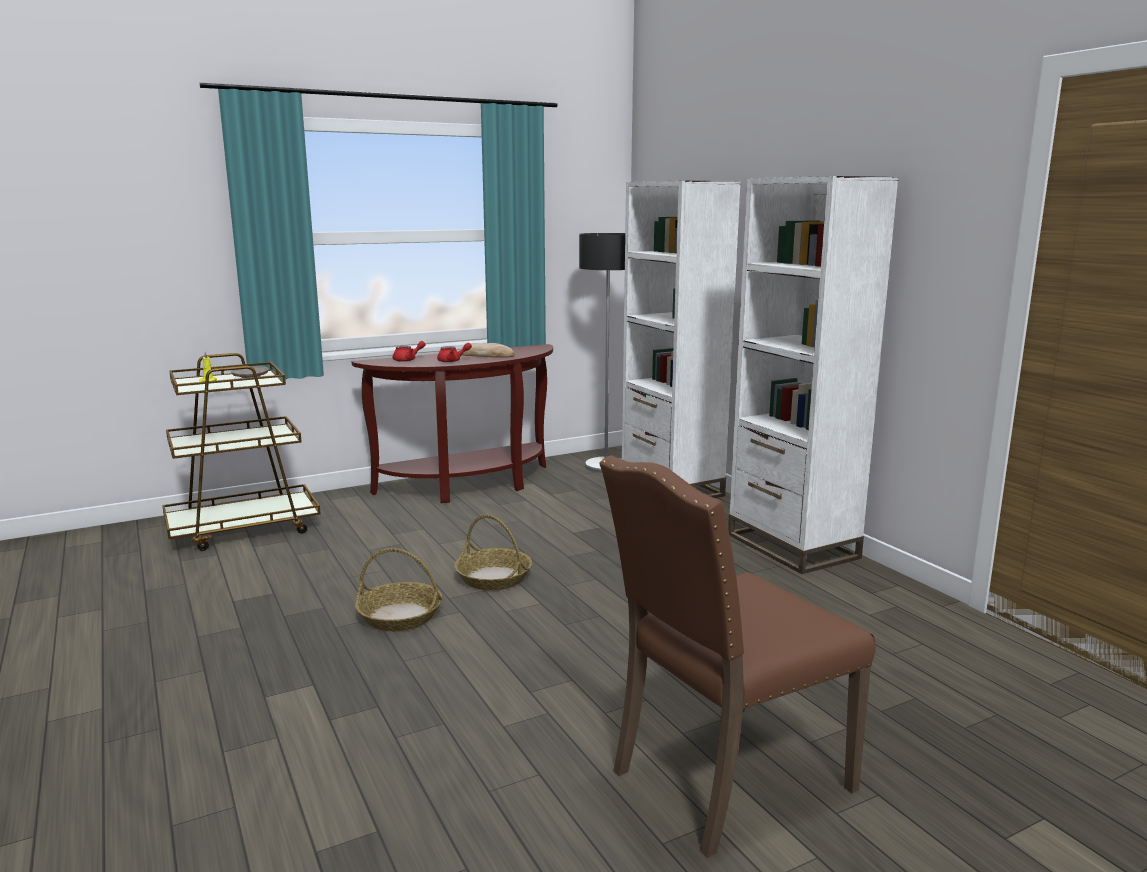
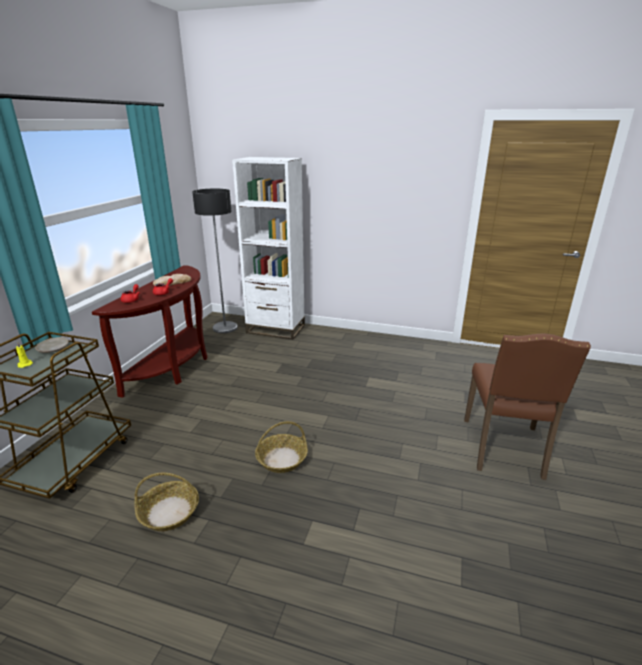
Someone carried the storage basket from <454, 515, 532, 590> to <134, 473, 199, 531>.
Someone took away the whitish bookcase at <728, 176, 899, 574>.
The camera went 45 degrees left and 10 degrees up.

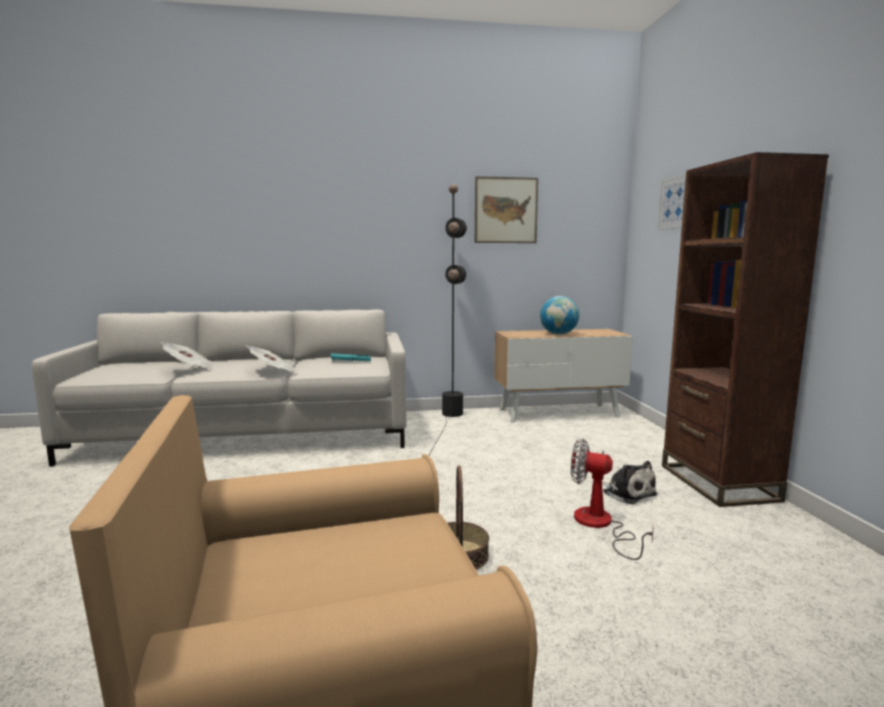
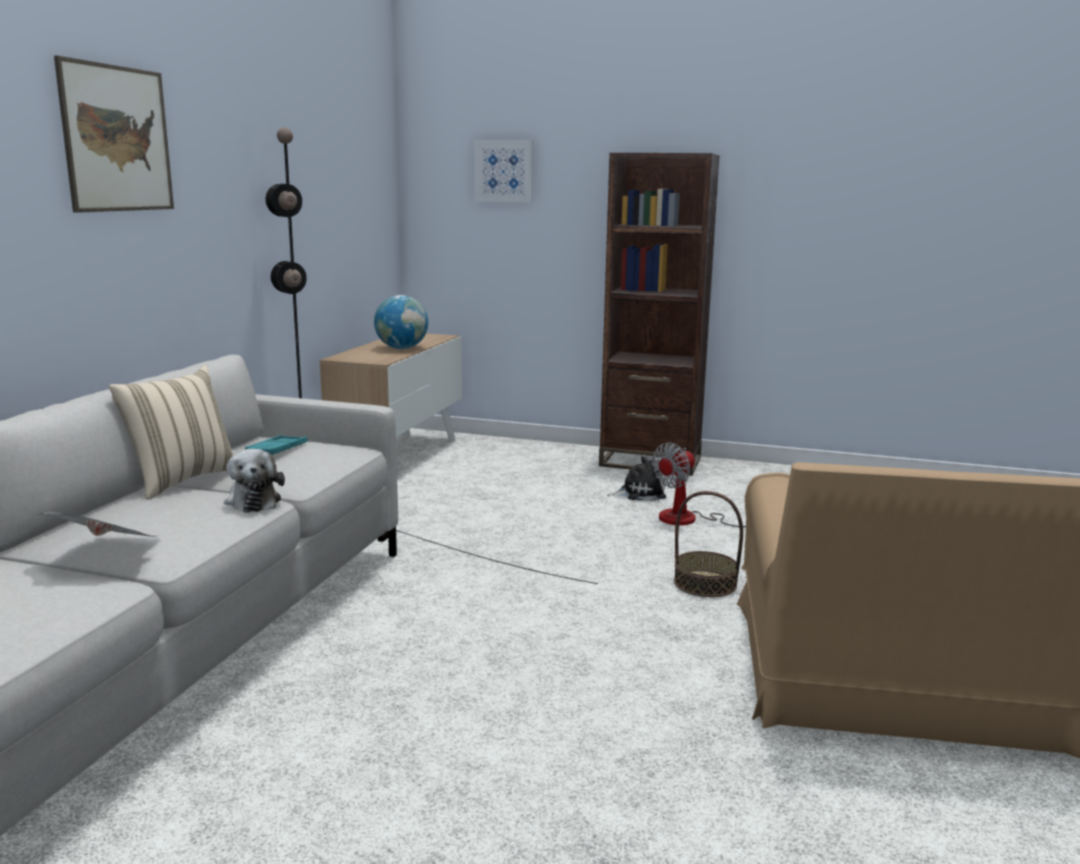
Someone swapped the newspaper at <246, 346, 297, 373> for the soft toy at <224, 449, 285, 513>.
Someone carried the wall art from <475, 176, 538, 243> to <54, 56, 174, 213>.
Someone put down the beige cushion at <108, 365, 234, 500>.
The camera went 65 degrees left and 5 degrees up.

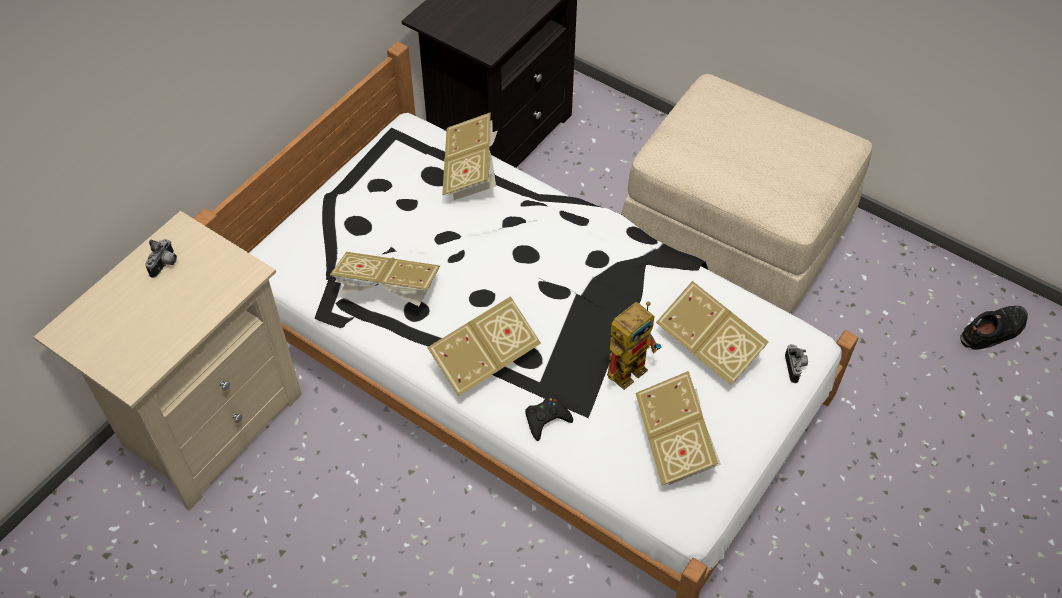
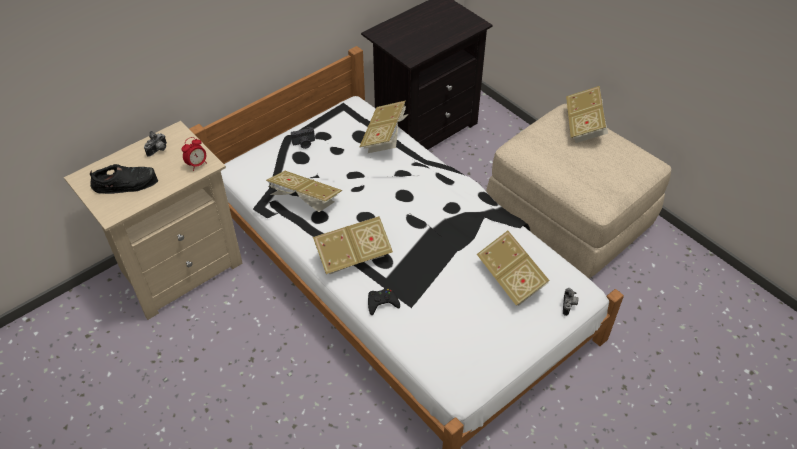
Someone took away the toy robot at <607, 301, 661, 390>.
Someone carried the bound book from <635, 371, 721, 485> to <566, 86, 608, 143>.
Someone carried the blackish low shoe from <960, 306, 1028, 350> to <90, 164, 158, 194>.
Someone put down the alarm clock at <182, 137, 206, 171>.
Someone put down the still camera at <291, 127, 315, 149>.
The camera went 15 degrees right and 5 degrees down.

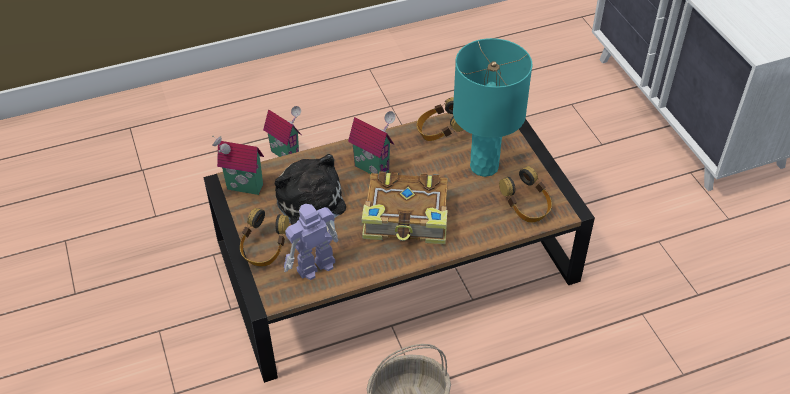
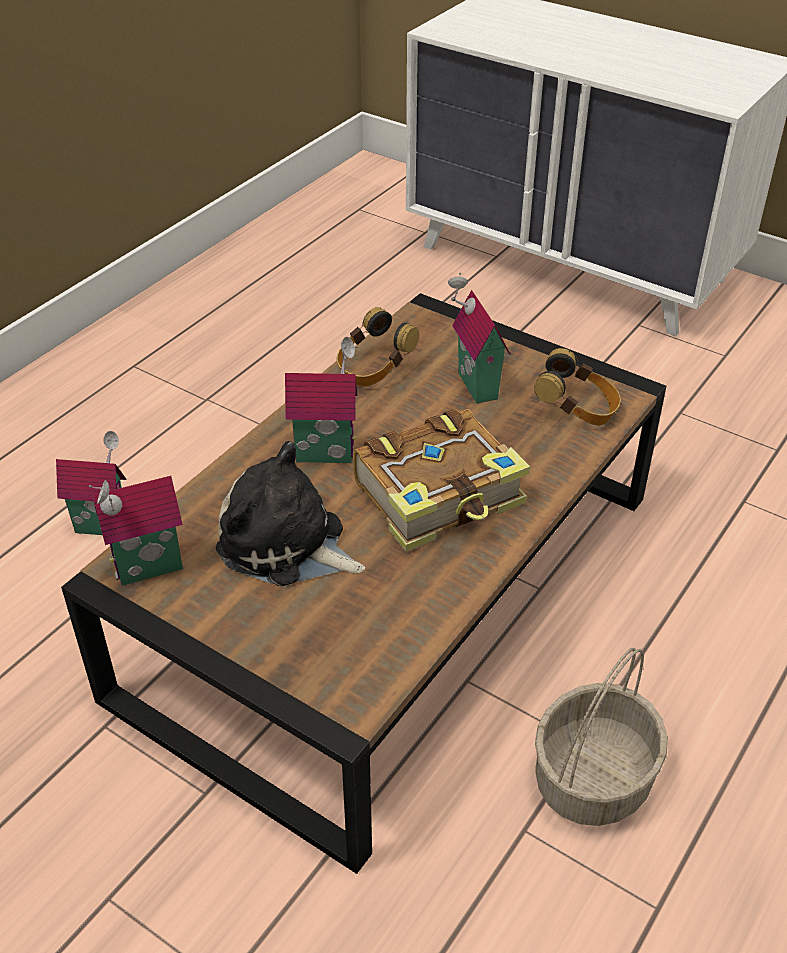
Someone took away the pair of headphones at <240, 208, 289, 266>.
Someone took away the toy robot at <284, 204, 338, 280>.
Someone swapped the blue-green table lamp at <453, 38, 532, 177> for the miniature house at <448, 273, 510, 404>.
The camera went 35 degrees left and 5 degrees down.

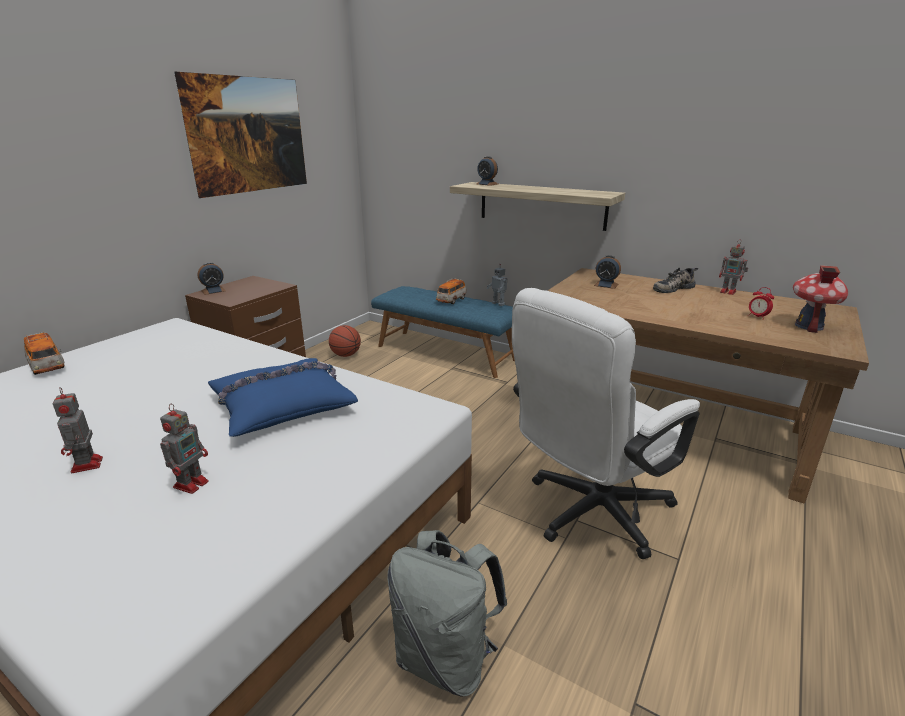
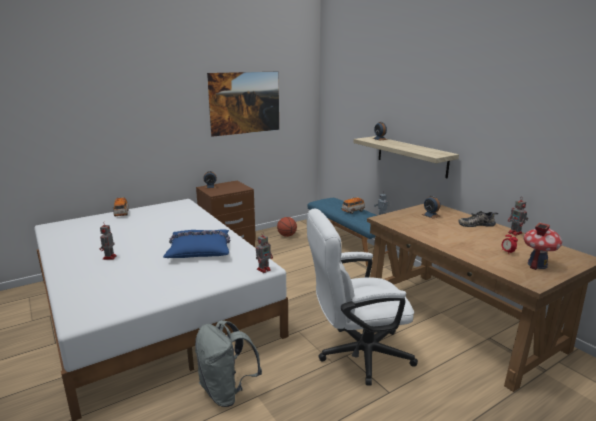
Someone carried the toy robot from <160, 403, 209, 494> to <256, 232, 273, 273>.
The camera went 25 degrees right and 5 degrees down.

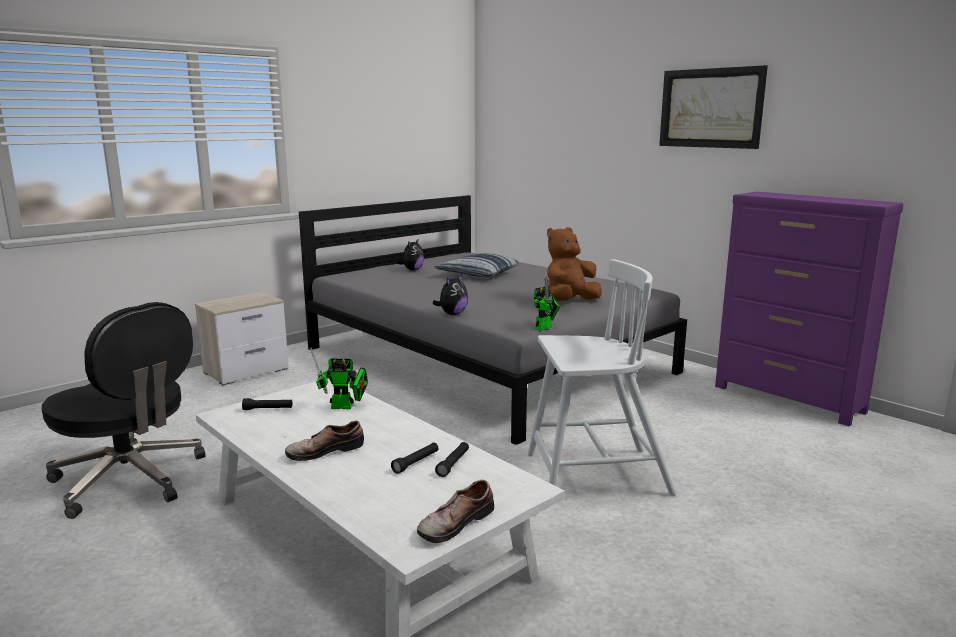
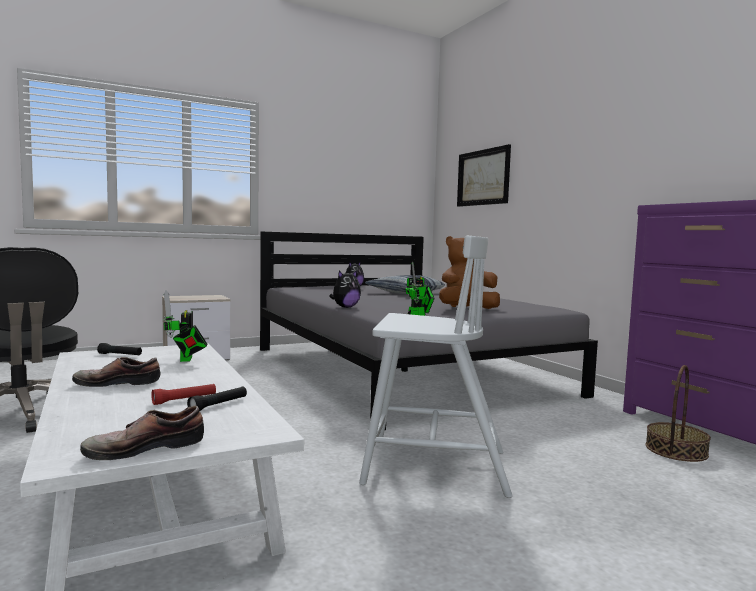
Someone rotated the toy robot at <310, 347, 368, 409> by 60 degrees clockwise.
Someone repainted the blackish hand torch at <391, 443, 439, 474>, which became the red-coloured hand torch at <151, 384, 216, 405>.
Someone carried the wall art from <659, 65, 768, 149> to <457, 144, 511, 207>.
Someone put down the storage basket at <646, 365, 711, 462>.
The camera went 15 degrees right and 10 degrees down.

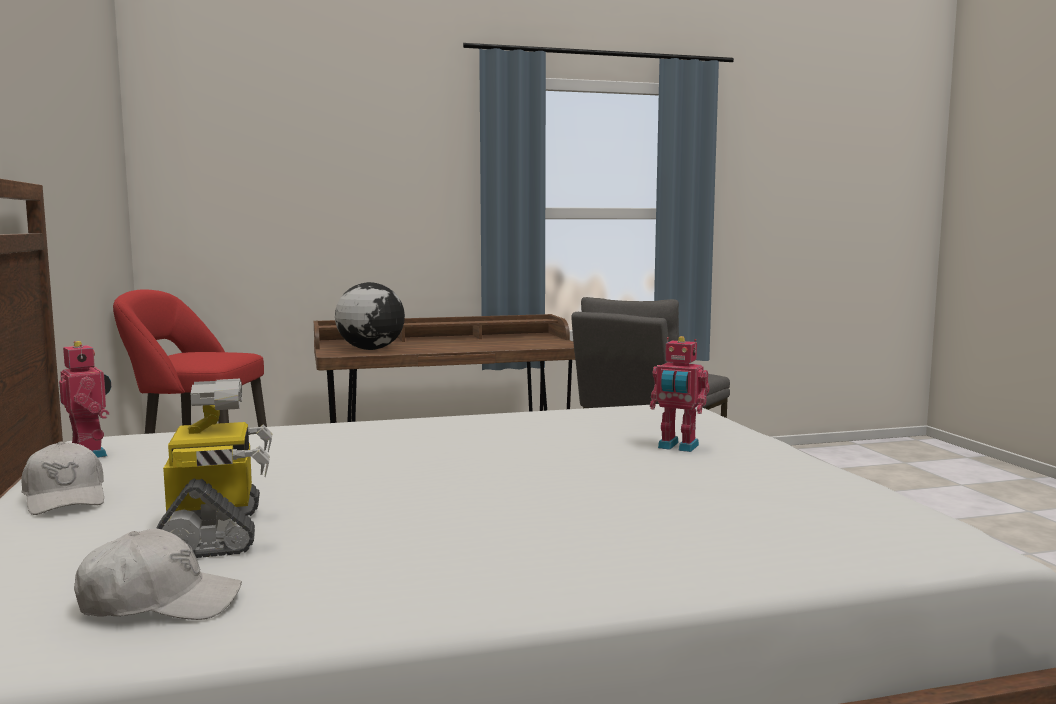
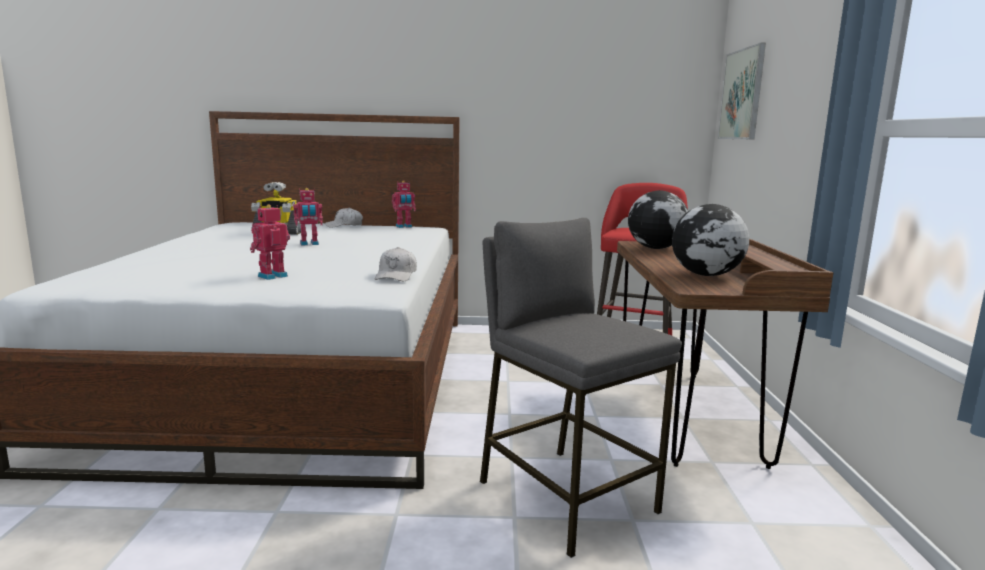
Someone carried the whitish baseball cap from <74, 529, 242, 620> to <374, 247, 417, 282>.
Someone put down the toy robot at <293, 188, 323, 246>.
Someone put down the world globe at <672, 204, 749, 276>.
Someone put up the wall art at <718, 43, 766, 139>.
The camera went 105 degrees right and 5 degrees up.

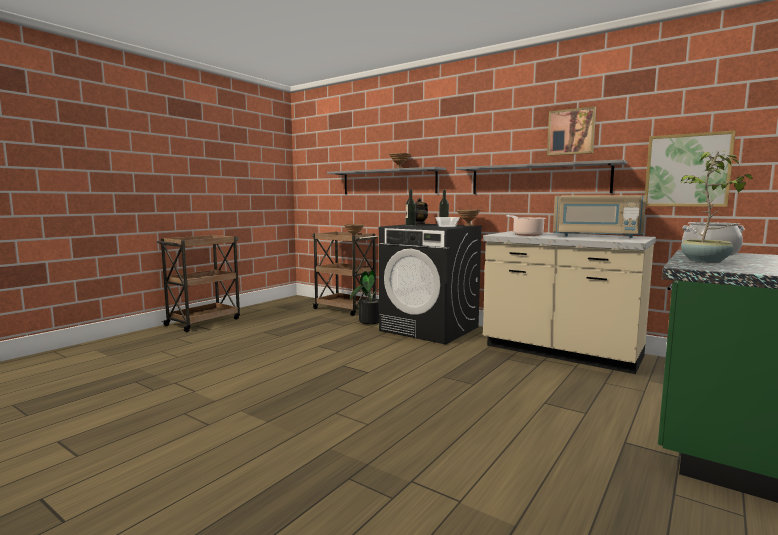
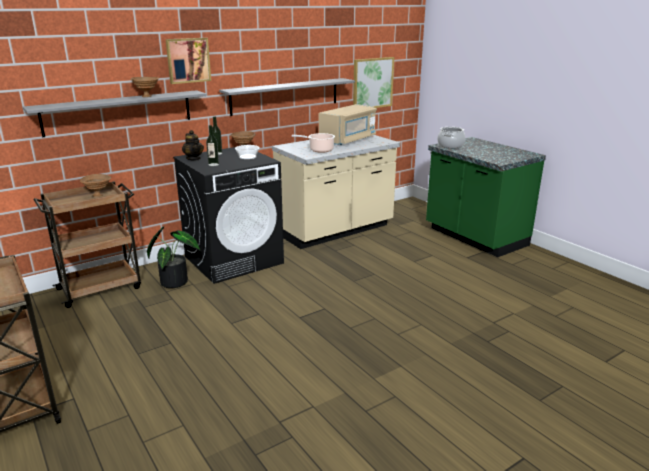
Someone carried the wall art from <547, 106, 596, 156> to <166, 38, 211, 84>.
Someone took away the houseplant at <681, 151, 753, 263>.
The camera went 70 degrees left and 15 degrees up.

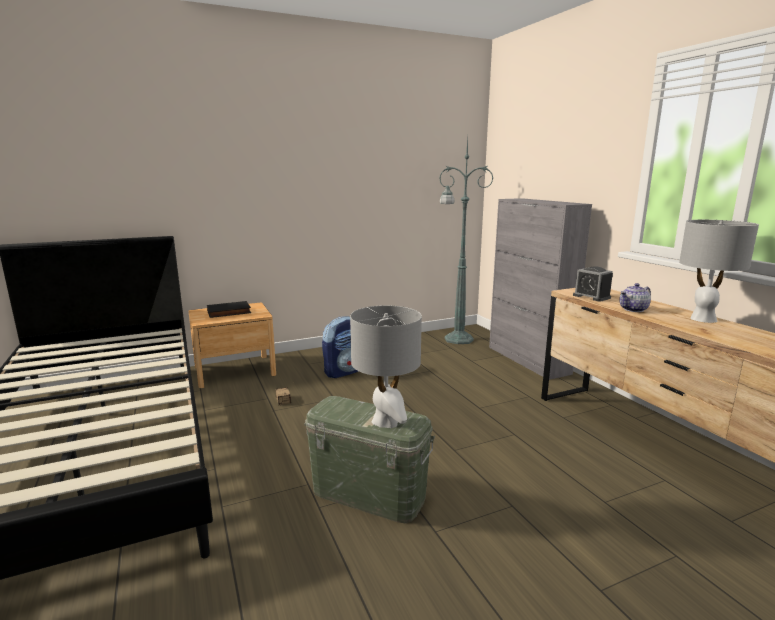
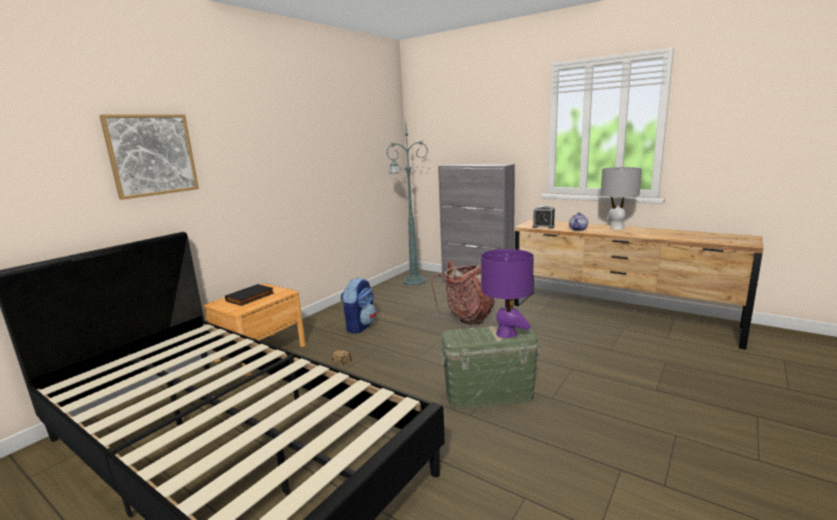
Someone repainted the gray table lamp at <350, 305, 422, 428>, which became the purplish table lamp at <481, 249, 534, 338>.
Someone put up the wall art at <99, 114, 199, 200>.
Someone put down the rucksack at <431, 261, 495, 325>.
The camera went 30 degrees left and 0 degrees up.

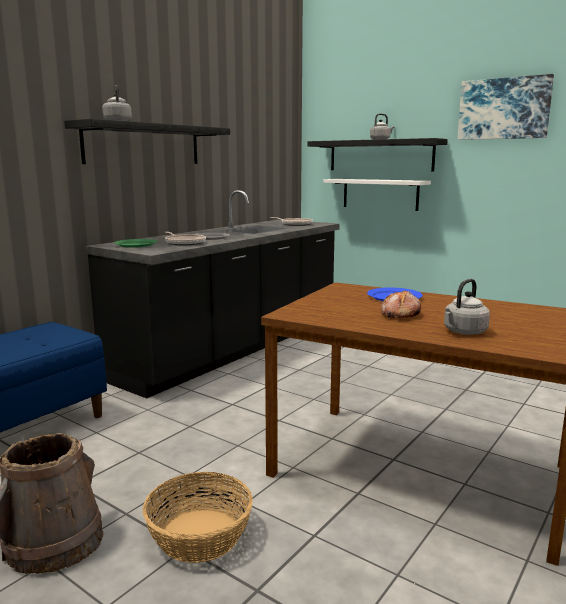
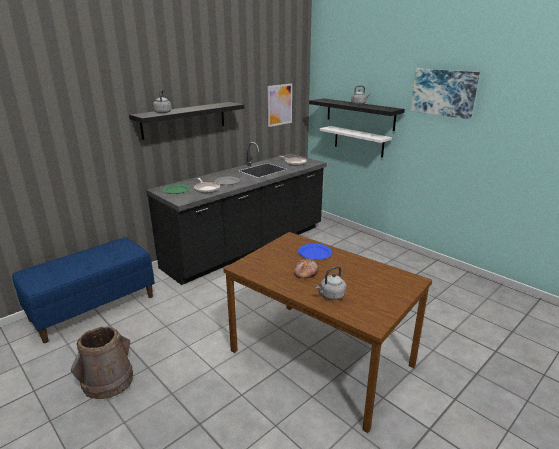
Someone took away the storage basket at <142, 472, 253, 563>.
Someone put up the wall art at <268, 84, 292, 127>.
The camera went 10 degrees right and 10 degrees up.

